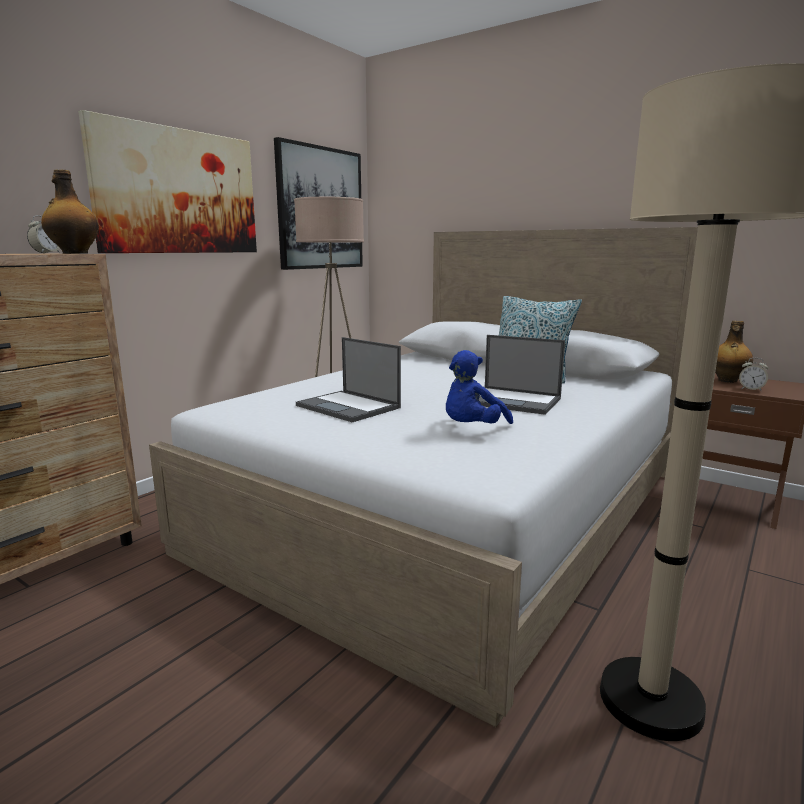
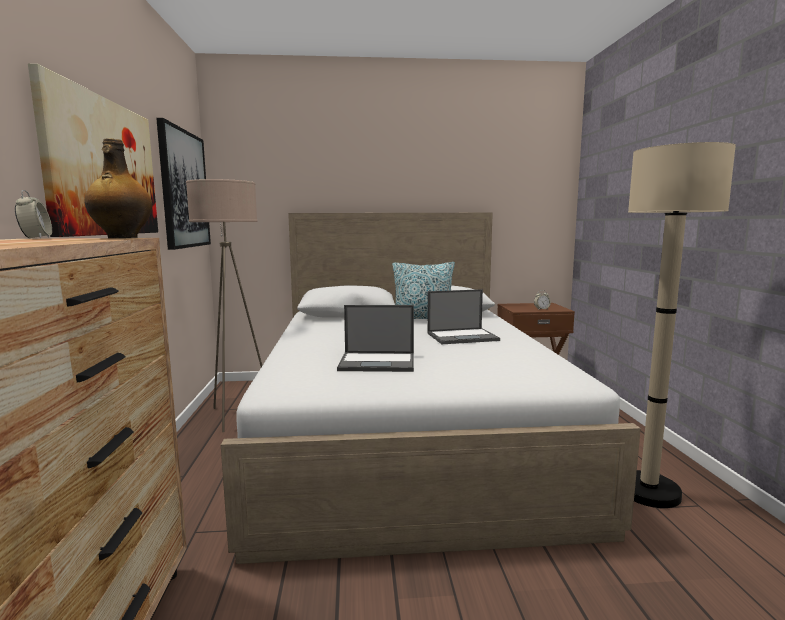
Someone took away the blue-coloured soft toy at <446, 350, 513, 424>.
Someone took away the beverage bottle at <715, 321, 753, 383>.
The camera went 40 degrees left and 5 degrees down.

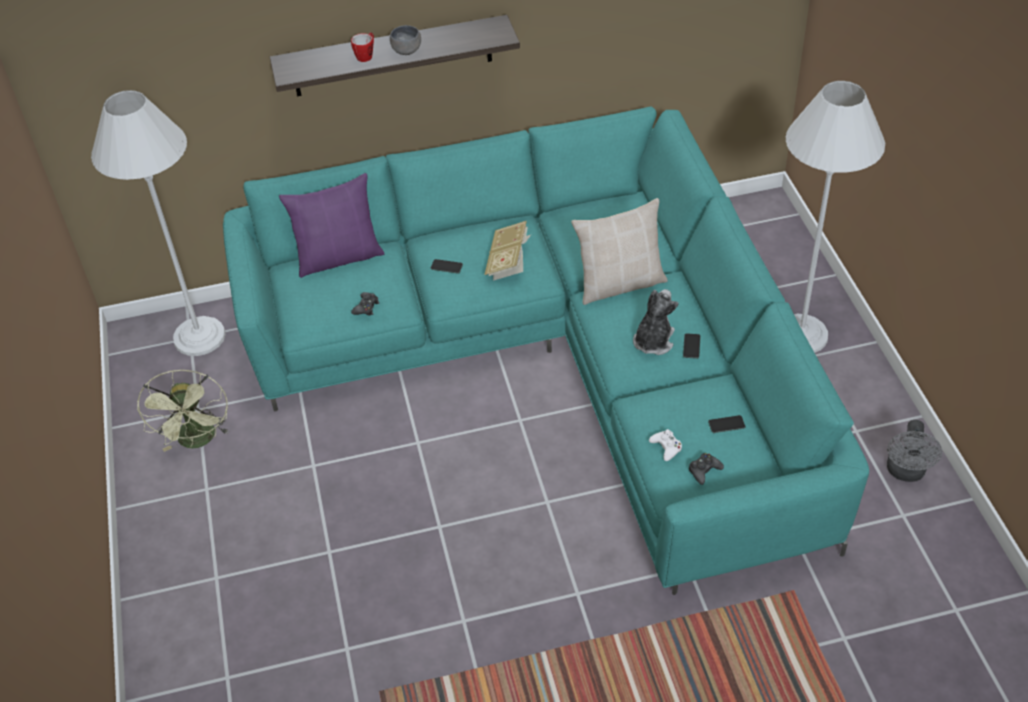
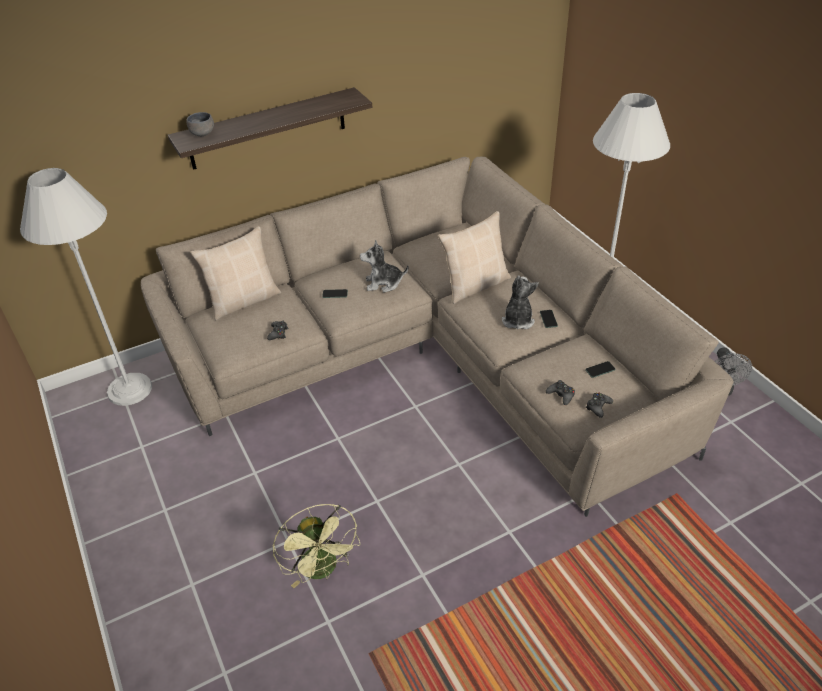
Someone carried the greenish electric fan from <137, 370, 229, 452> to <273, 504, 360, 588>.
Someone repainted the blue-green couch at <223, 106, 869, 595>, which became the beige couch at <141, 157, 734, 517>.
Someone repainted the purplish cushion at <279, 173, 384, 278>, which became the beige cushion at <190, 226, 281, 320>.
Someone took away the coffee mug at <351, 32, 374, 62>.
Someone carried the gray bowl from <390, 25, 421, 55> to <186, 112, 214, 136>.
Someone swapped the bound book at <484, 221, 531, 281> for the soft toy at <360, 240, 408, 293>.
Someone repainted the whitish joypad at <649, 429, 682, 461>, which became the blackish joypad at <546, 380, 575, 405>.
The camera went 15 degrees left and 5 degrees down.

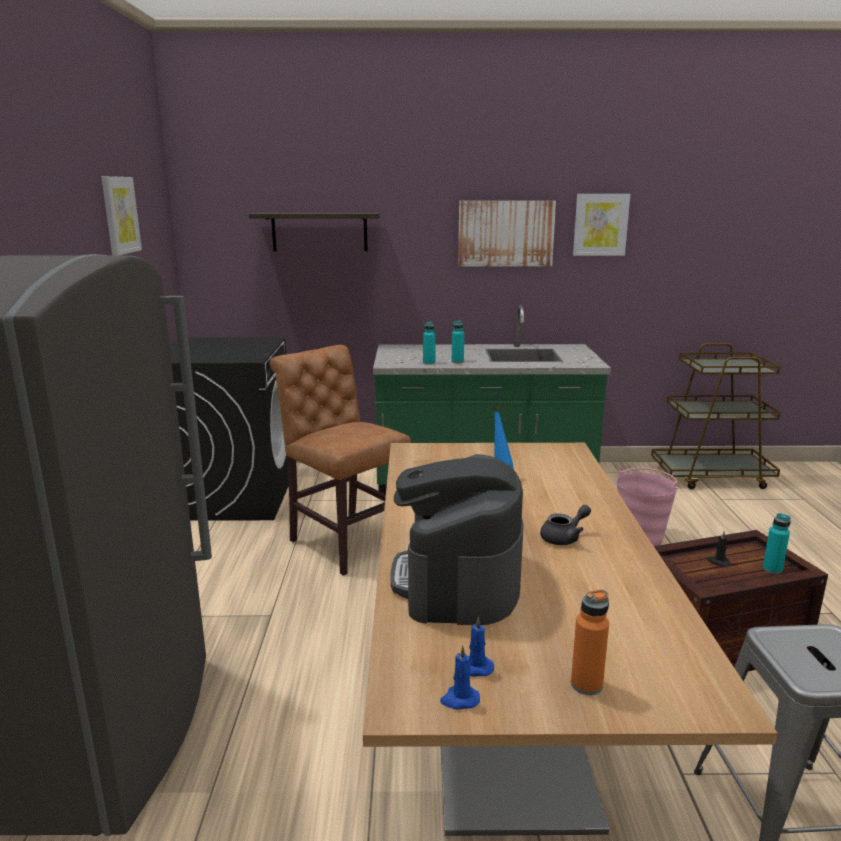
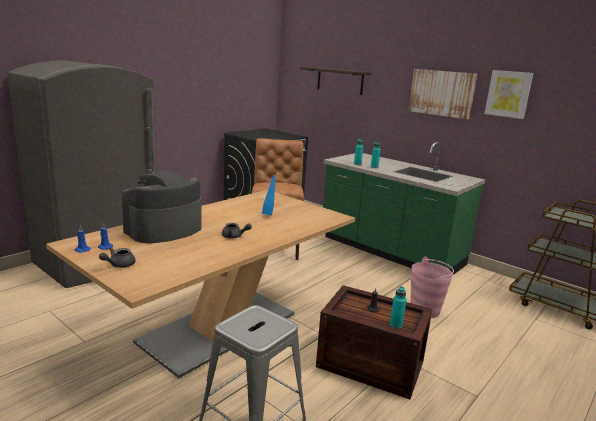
Someone took away the wall art at <101, 176, 142, 255>.
Someone swapped the orange beverage bottle at <571, 589, 609, 695> for the gray tea pot at <99, 247, 135, 268>.
The camera went 40 degrees right and 0 degrees up.

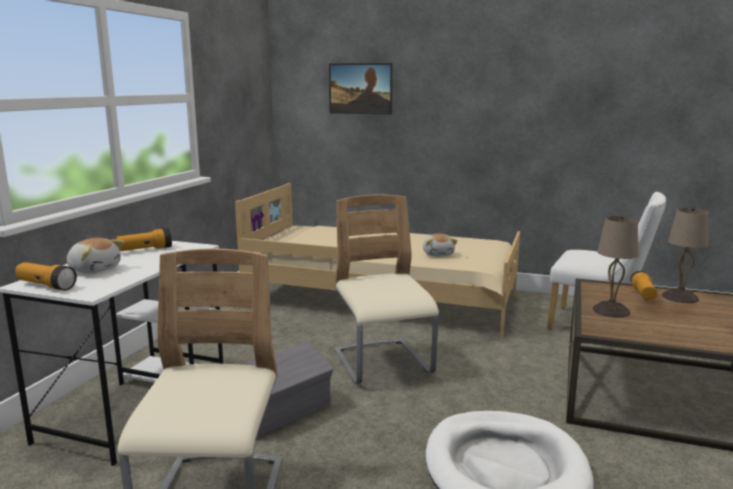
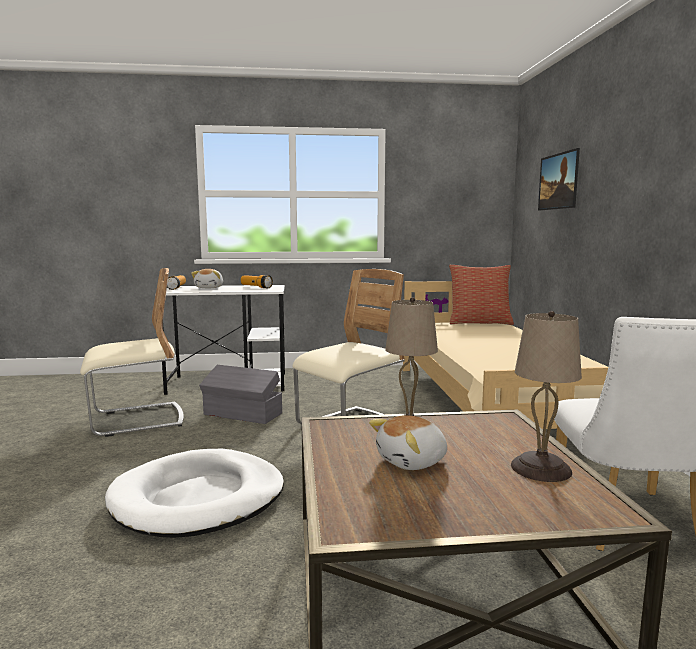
Someone carried the soft toy from <423, 233, 457, 256> to <369, 415, 447, 470>.
Someone took away the hand torch at <630, 271, 657, 300>.
Someone put down the cushion at <449, 265, 514, 325>.
The camera went 65 degrees right and 5 degrees down.

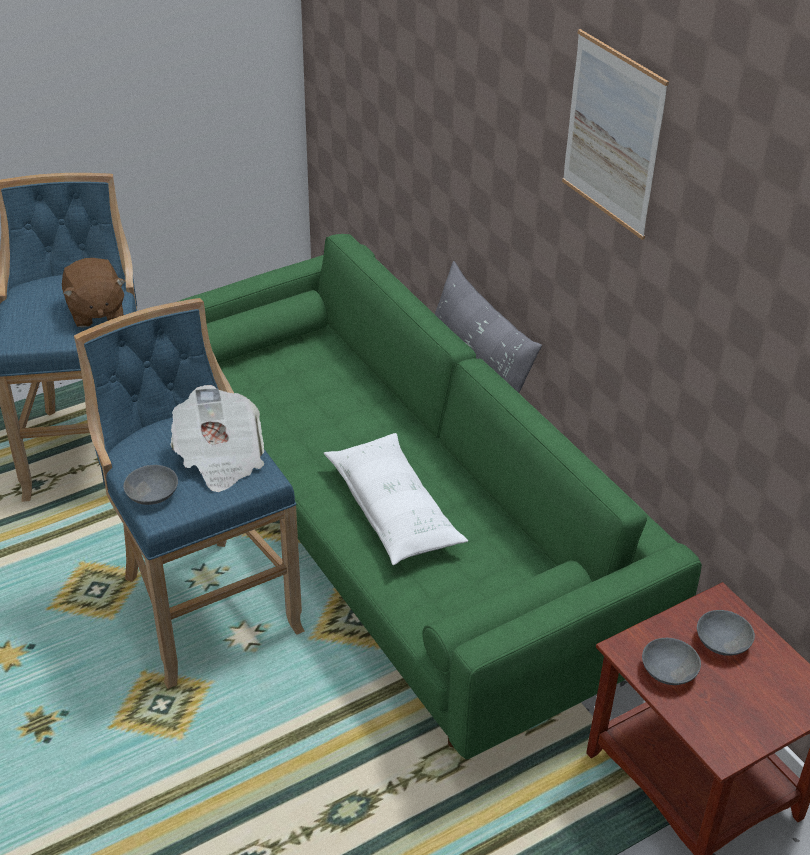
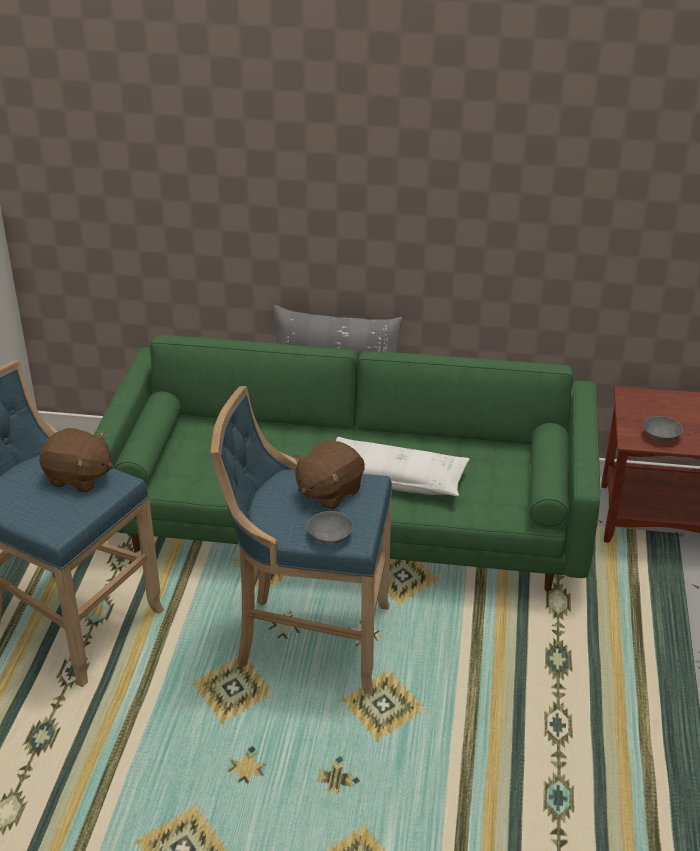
Someone swapped the newspaper at <171, 385, 264, 492> for the brownish soft toy at <294, 441, 365, 510>.
Someone took away the wall art at <562, 29, 669, 240>.
Someone took away the gray bowl at <697, 610, 755, 656>.
The camera went 50 degrees left and 5 degrees down.

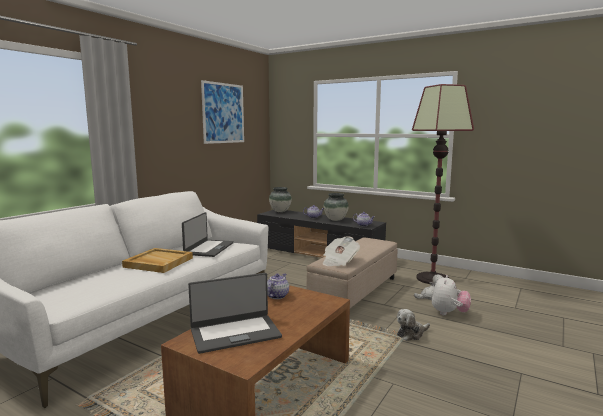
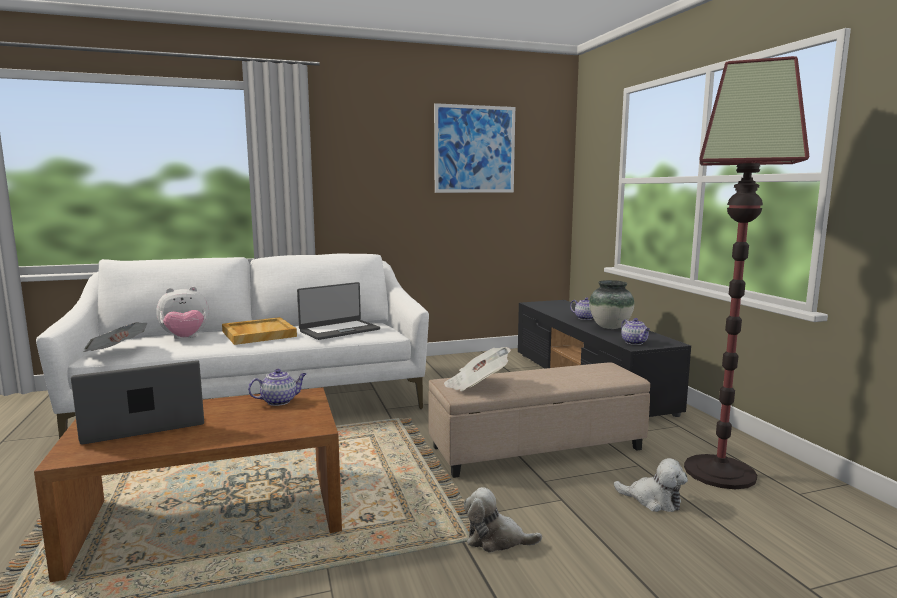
Someone rotated the portable computer at <188, 273, 282, 354> by 135 degrees clockwise.
Someone took away the vase at <269, 187, 292, 212>.
Someone carried the soft toy from <432, 275, 471, 315> to <156, 286, 209, 339>.
Someone put down the newspaper at <83, 322, 148, 352>.
The camera went 40 degrees right and 0 degrees up.

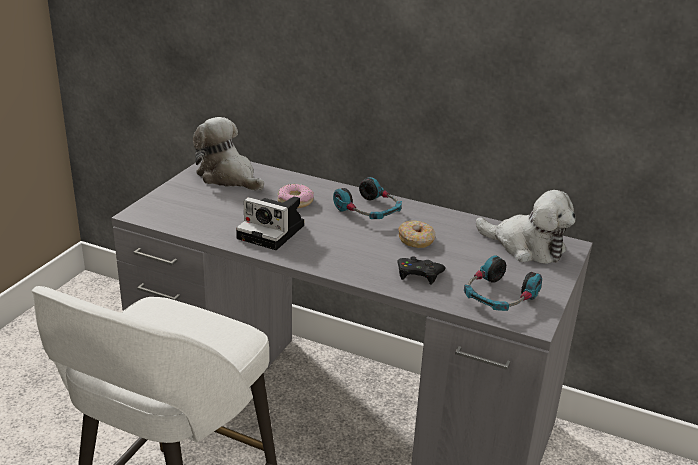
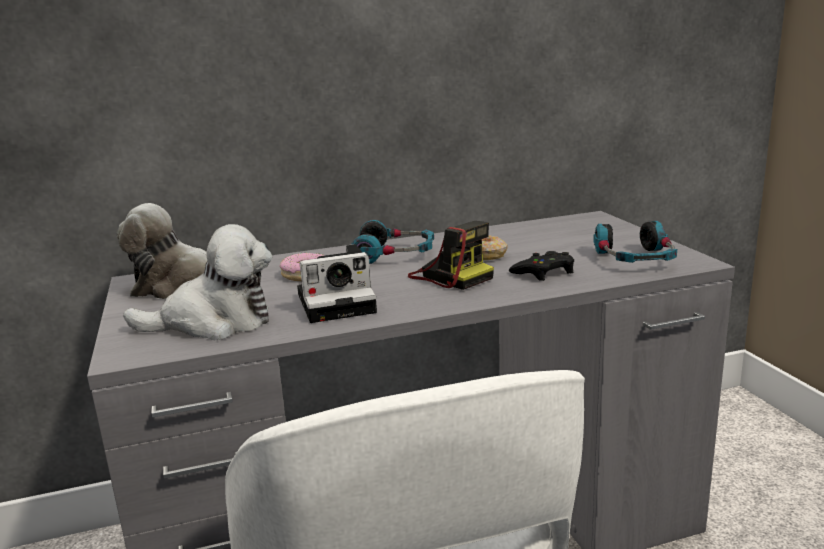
Someone carried the soft toy from <476, 190, 576, 264> to <123, 224, 272, 341>.
Someone put down the still camera at <408, 221, 494, 290>.
The camera went 40 degrees left and 10 degrees down.

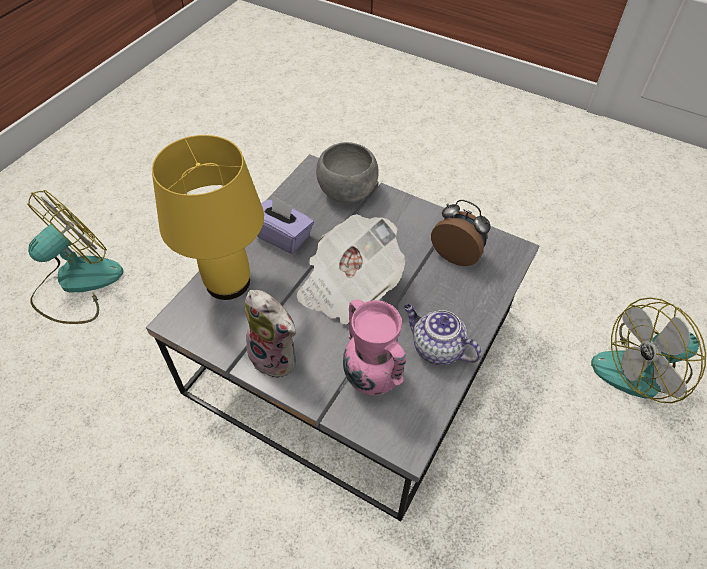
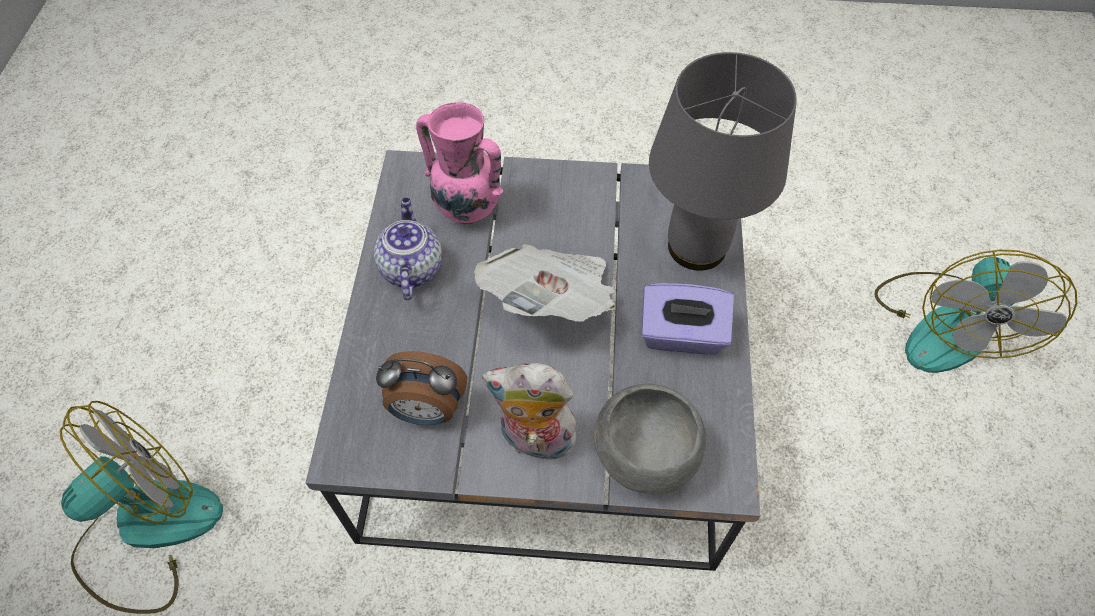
Someone repainted the yellow table lamp at <152, 135, 264, 300>, which became the gray table lamp at <649, 52, 797, 271>.
Someone carried the soft toy from <243, 290, 296, 379> to <482, 363, 579, 466>.
Someone rotated the tea pot at <404, 304, 482, 365> by 105 degrees counterclockwise.
The camera went 155 degrees right and 5 degrees up.

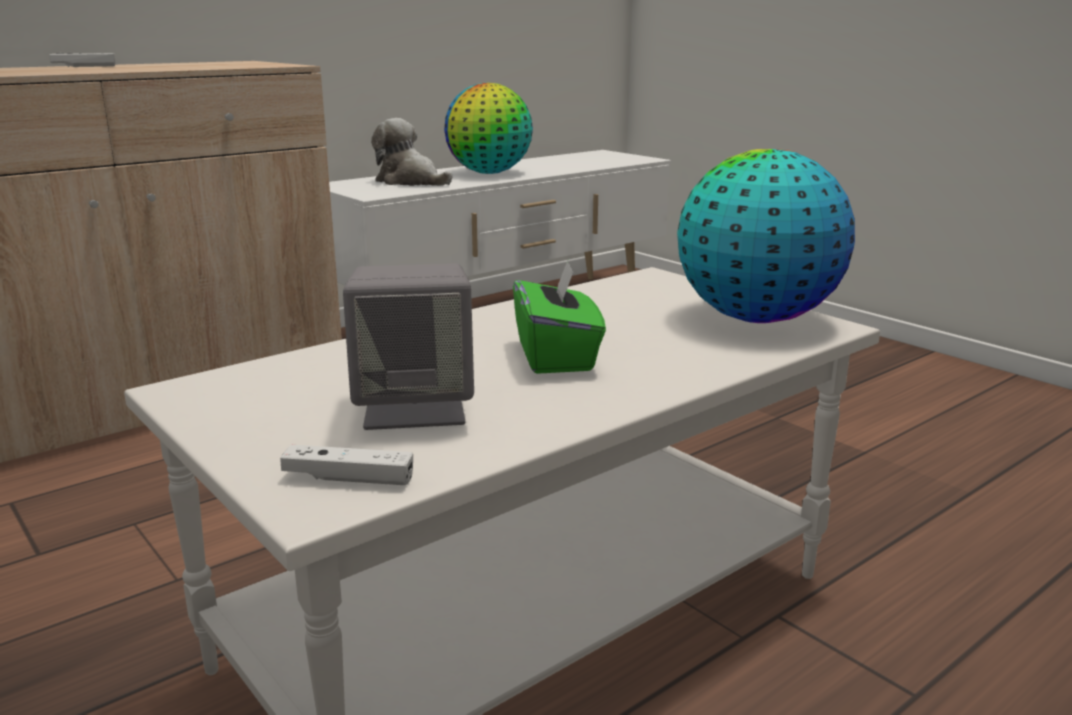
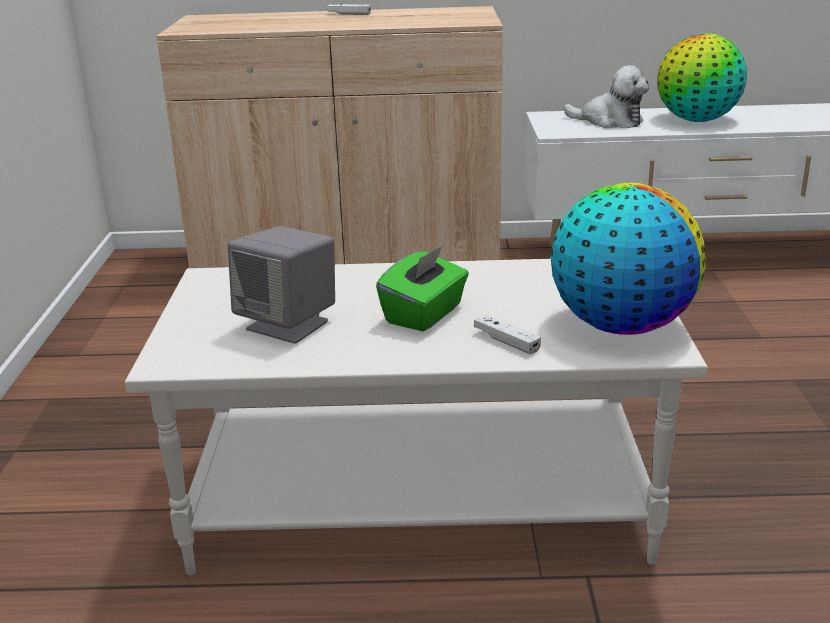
Someone carried the whitish joypad from <280, 445, 413, 485> to <474, 314, 541, 354>.
Someone rotated the soft toy at <371, 118, 452, 186> by 135 degrees clockwise.
The camera went 40 degrees right and 5 degrees up.

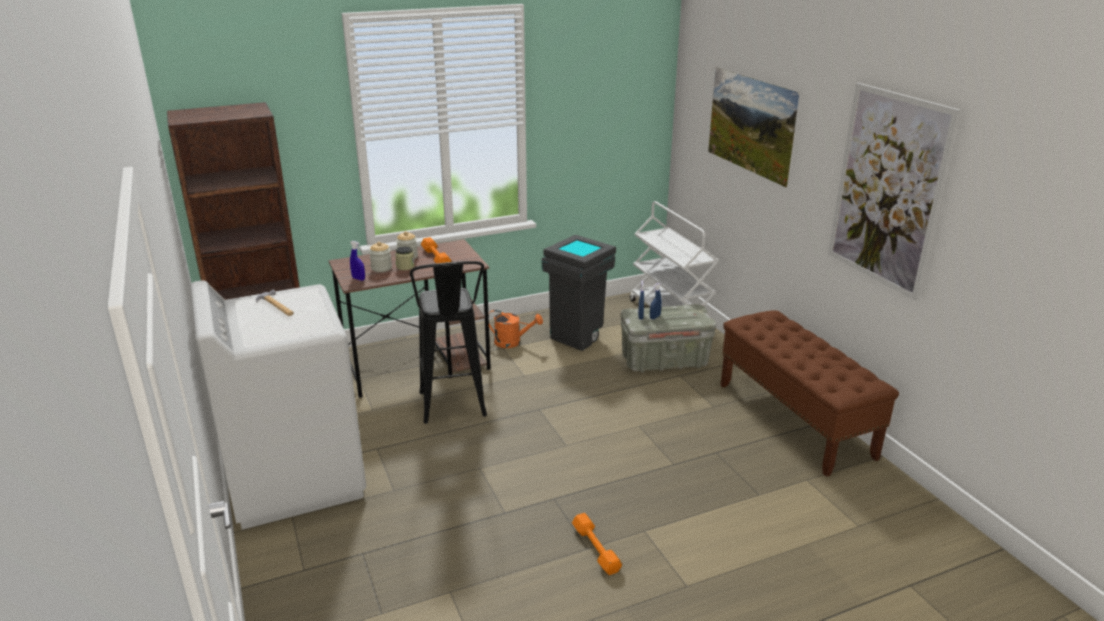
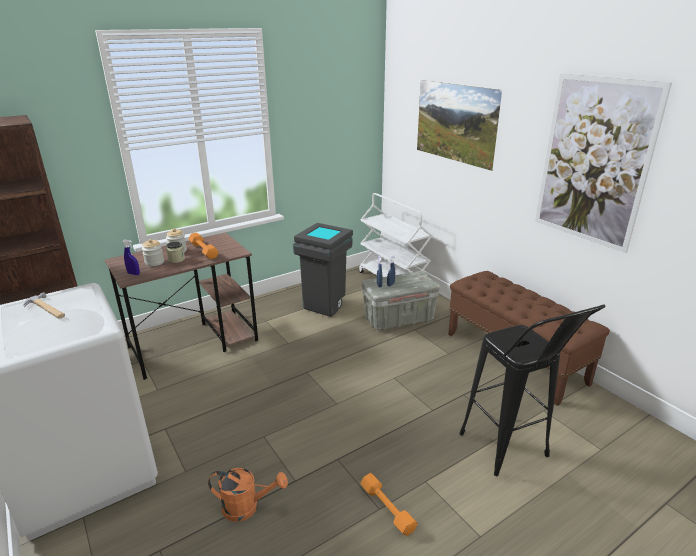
Someone carried the blackish sitting stool from <410, 261, 487, 424> to <459, 304, 605, 476>.
Someone carried the orange watering pot from <488, 310, 543, 348> to <208, 468, 288, 522>.
The camera went 10 degrees left and 0 degrees up.

